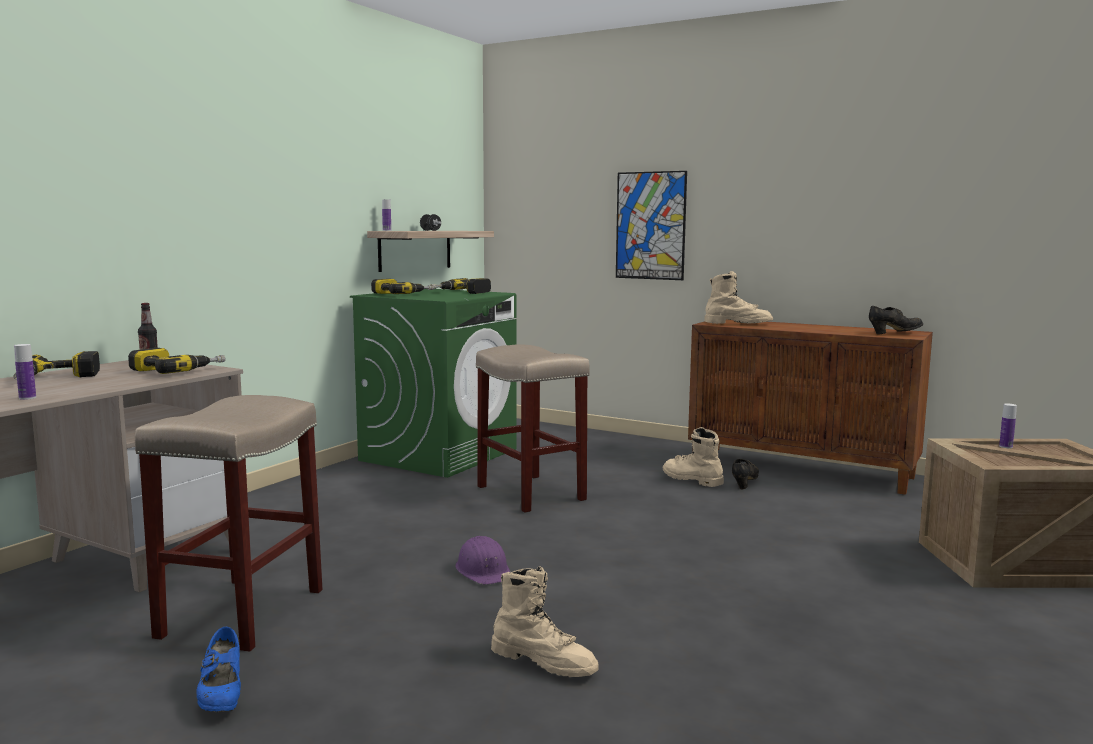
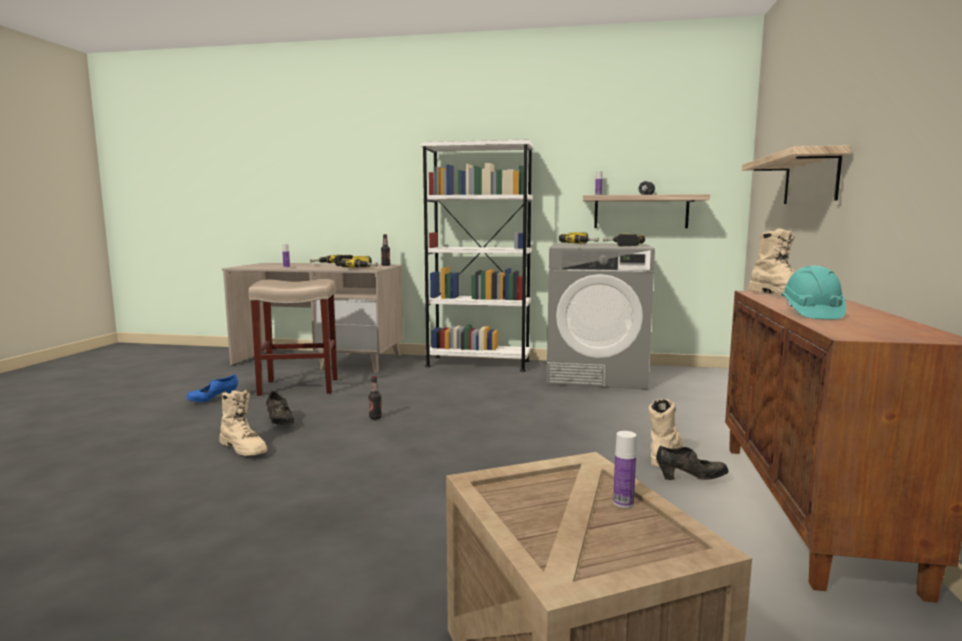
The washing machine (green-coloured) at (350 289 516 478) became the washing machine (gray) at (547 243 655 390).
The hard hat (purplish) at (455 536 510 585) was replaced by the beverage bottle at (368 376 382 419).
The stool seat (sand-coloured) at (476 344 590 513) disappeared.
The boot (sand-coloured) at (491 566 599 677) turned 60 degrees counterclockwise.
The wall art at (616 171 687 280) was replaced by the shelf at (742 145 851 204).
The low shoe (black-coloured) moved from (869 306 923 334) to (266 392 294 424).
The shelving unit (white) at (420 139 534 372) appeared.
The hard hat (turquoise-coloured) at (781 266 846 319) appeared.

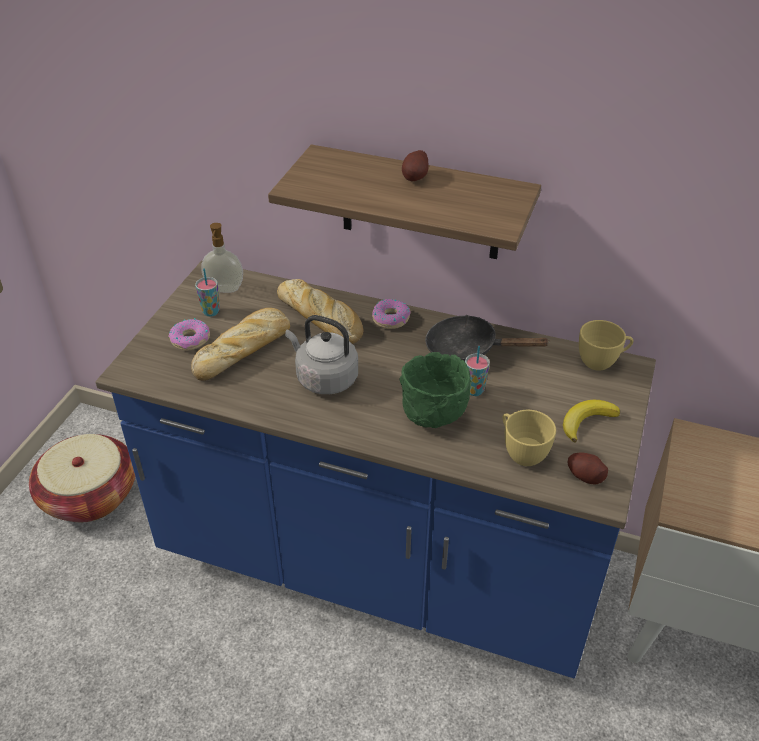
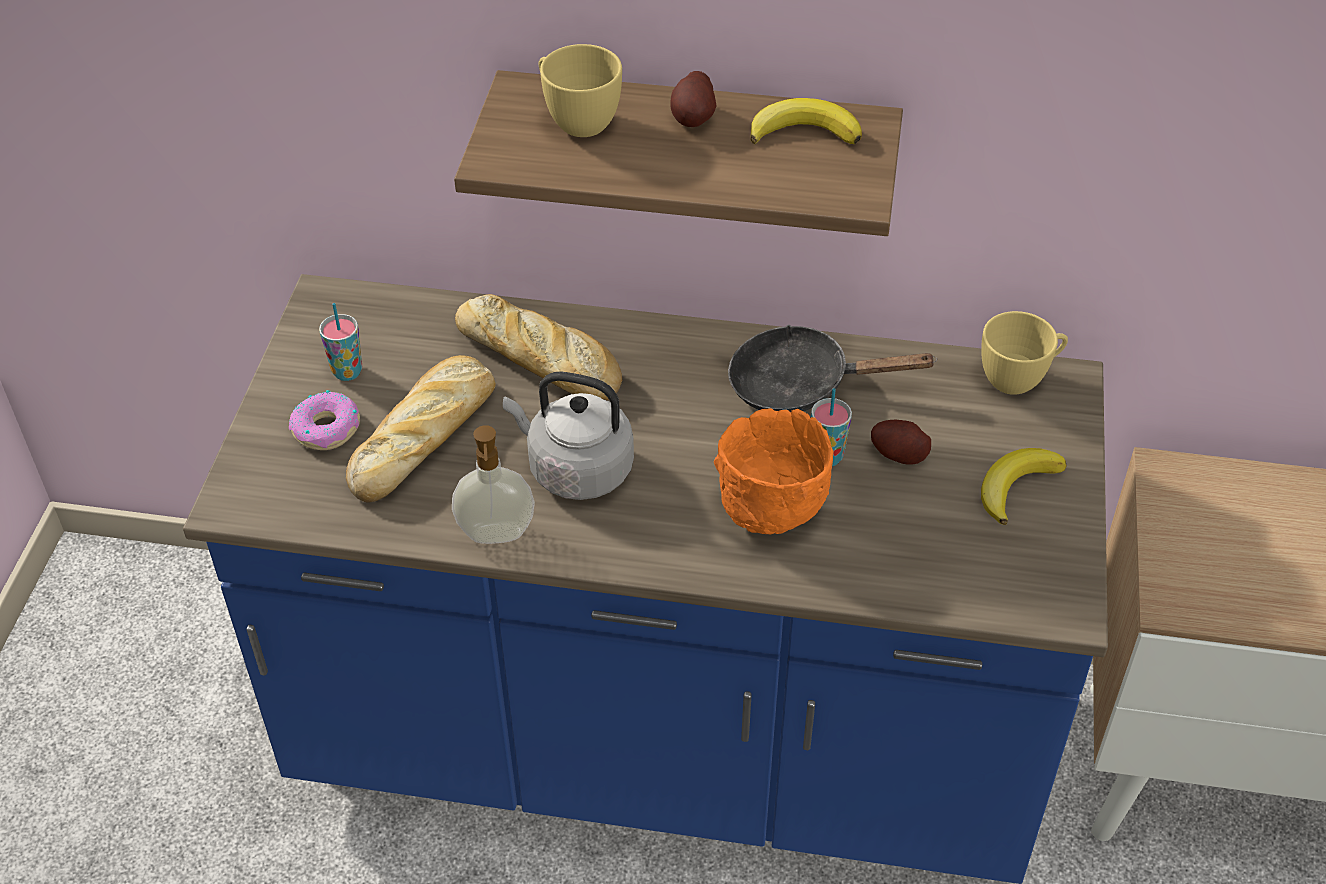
The household basket at (29 434 135 522) disappeared.
The soap bottle moved from (201 223 243 293) to (452 425 535 544).
The doughnut at (372 299 411 329) disappeared.
The serving bowl (green-coloured) at (399 352 471 428) became the serving bowl (orange-coloured) at (714 408 834 534).
The drinking cup (yellow) moved from (503 410 556 466) to (539 44 622 137).
The spud moved from (568 453 608 484) to (871 420 931 465).
The whole banana at (751 98 862 144) appeared.

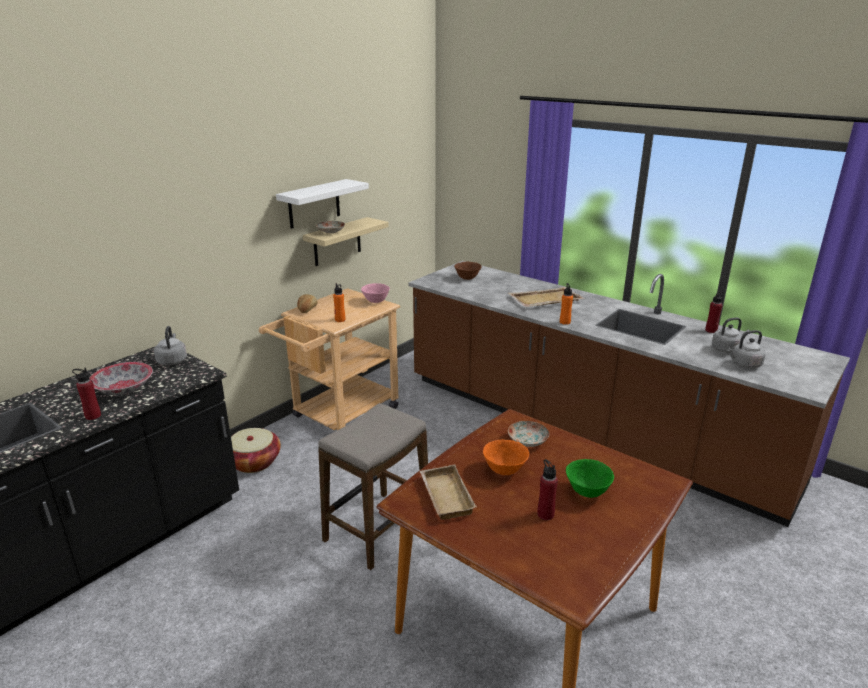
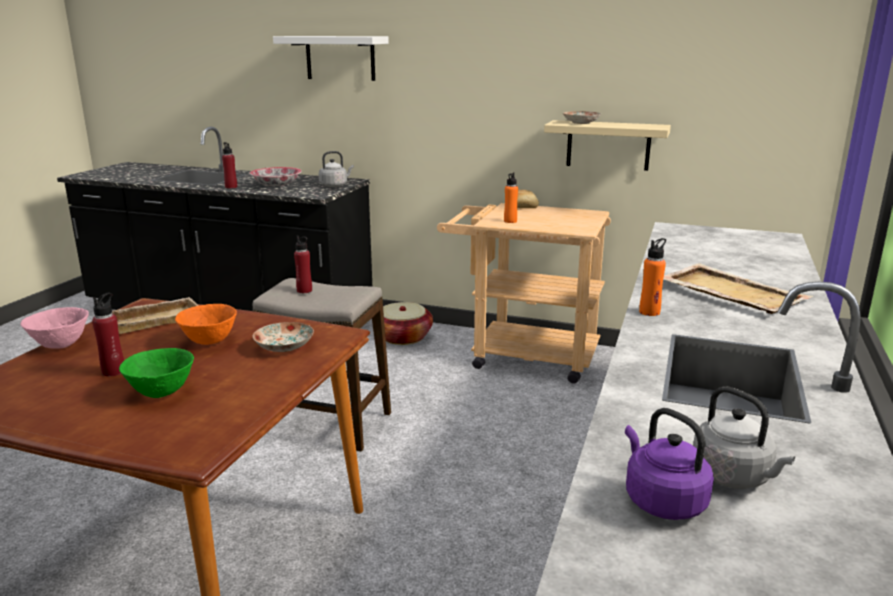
The shelf (white) moved from (276 179 369 229) to (273 36 389 81).
The serving bowl (pinkish) moved from (361 283 390 303) to (20 307 89 349).
The serving bowl (brown-coloured) at (454 262 482 280) disappeared.
The beverage bottle (red-coloured) moved from (705 291 723 333) to (294 236 312 293).
The water kettle (gray) at (727 330 766 368) became the water kettle (purplish) at (625 408 714 520).

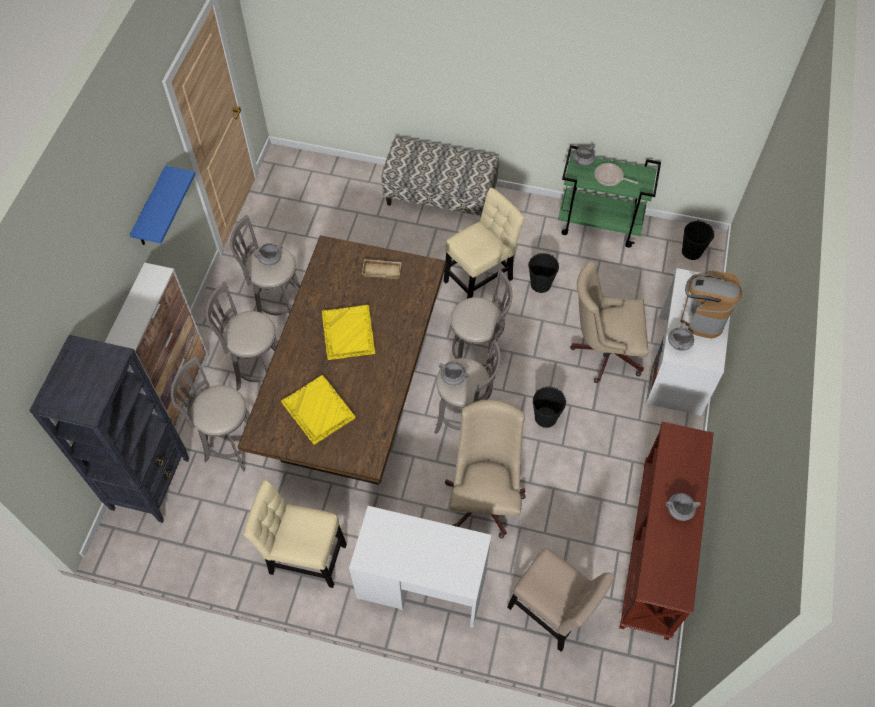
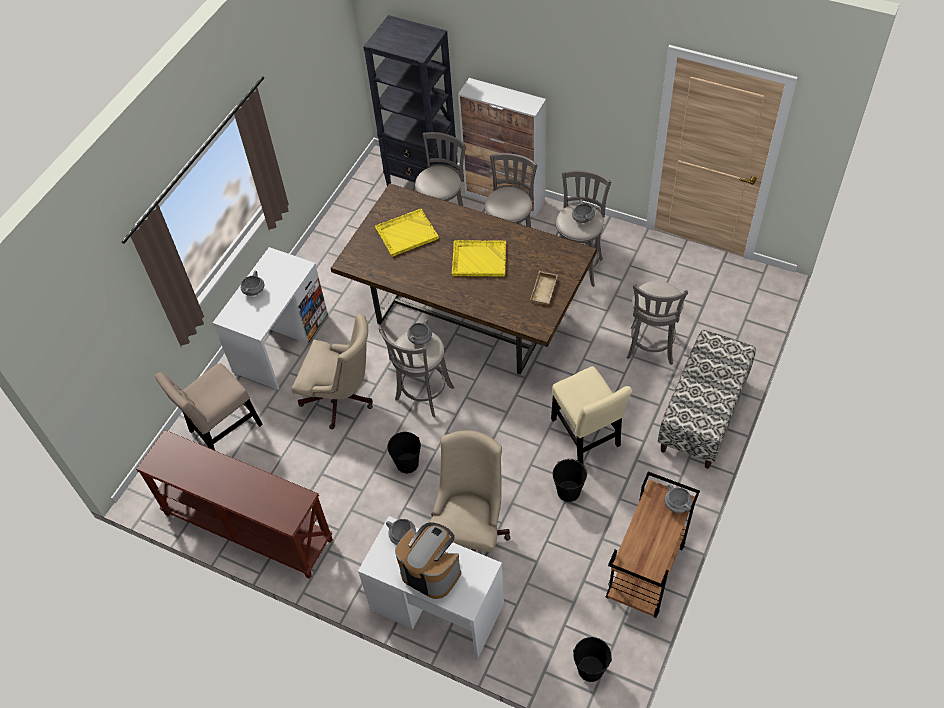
The shelf (blue) at (130 166 195 245) disappeared.
The upright chair (sand-coloured) at (244 480 347 588) disappeared.
The stool seat (gray) moved from (450 270 513 379) to (626 281 688 365).
The wheeled cart (green-coloured) at (558 145 661 248) became the wheeled cart (brown-coloured) at (606 472 700 618).
The frying pan at (595 163 638 186) disappeared.
The saucepot (gray) moved from (666 493 701 521) to (241 271 264 296).

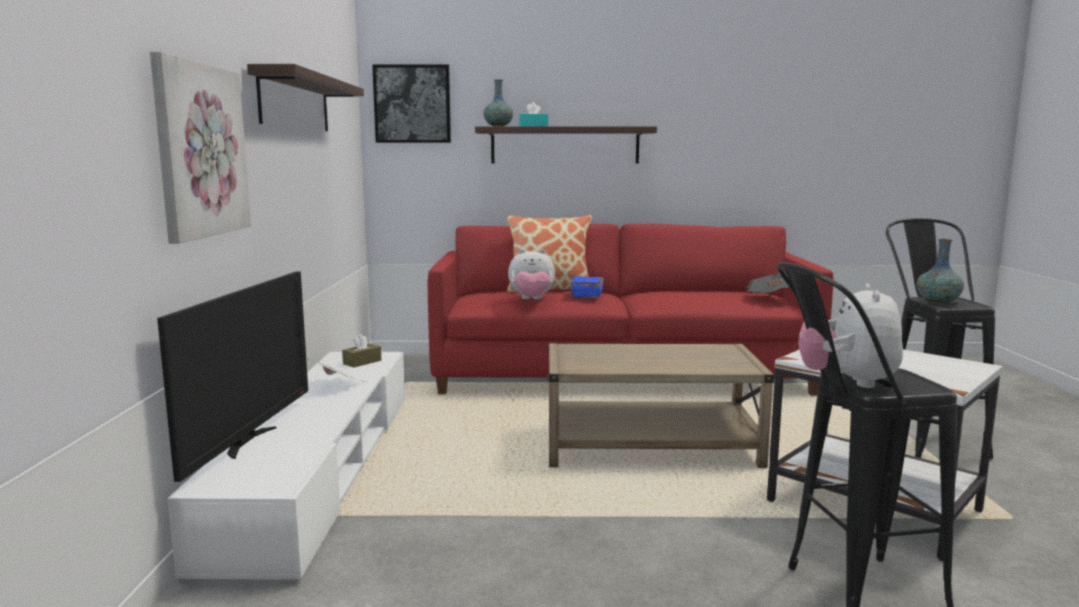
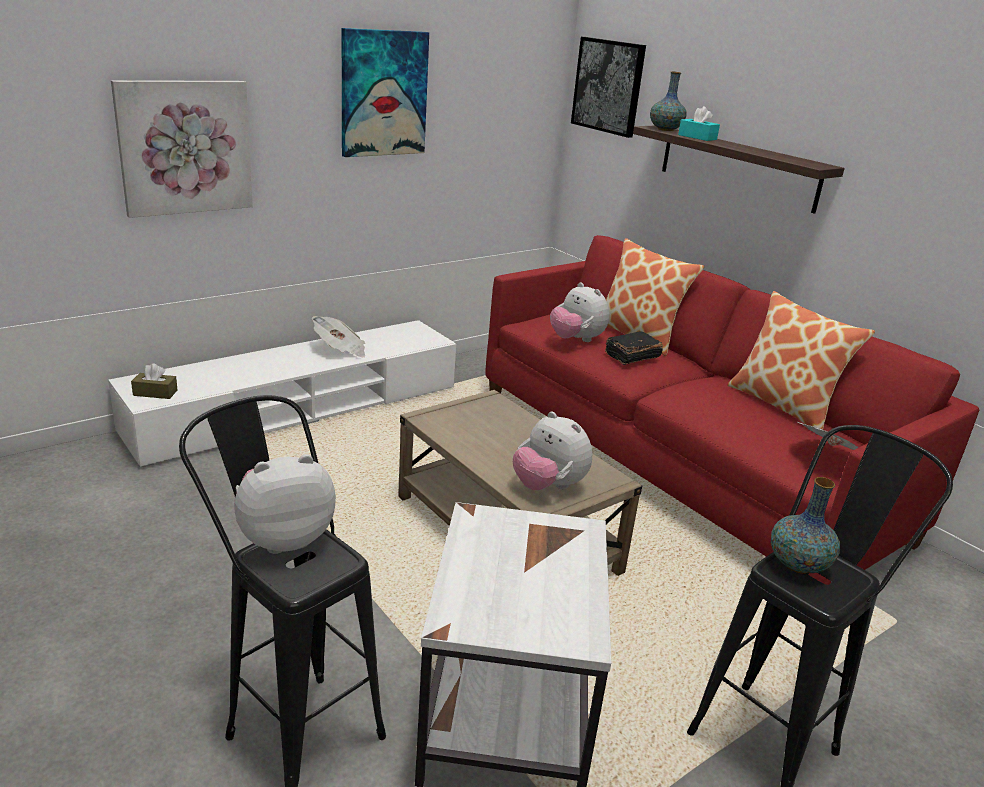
The television at (157 271 308 482) disappeared.
The shelf at (247 64 364 131) was replaced by the wall art at (342 28 429 157).
The box of tissues (brown-coloured) moved from (342 334 381 367) to (131 363 178 399).
The book (blue) at (570 276 604 298) became the book (black-coloured) at (605 331 663 365).
The plush toy at (513 411 593 490) appeared.
The pillow at (727 291 875 430) appeared.

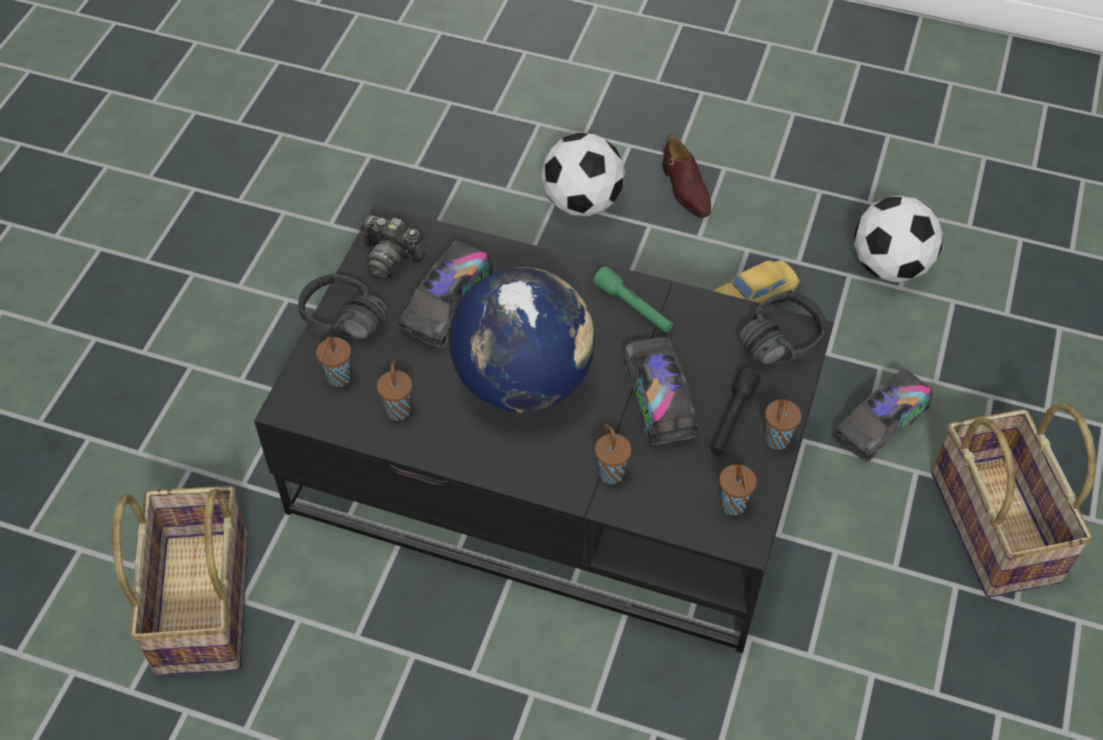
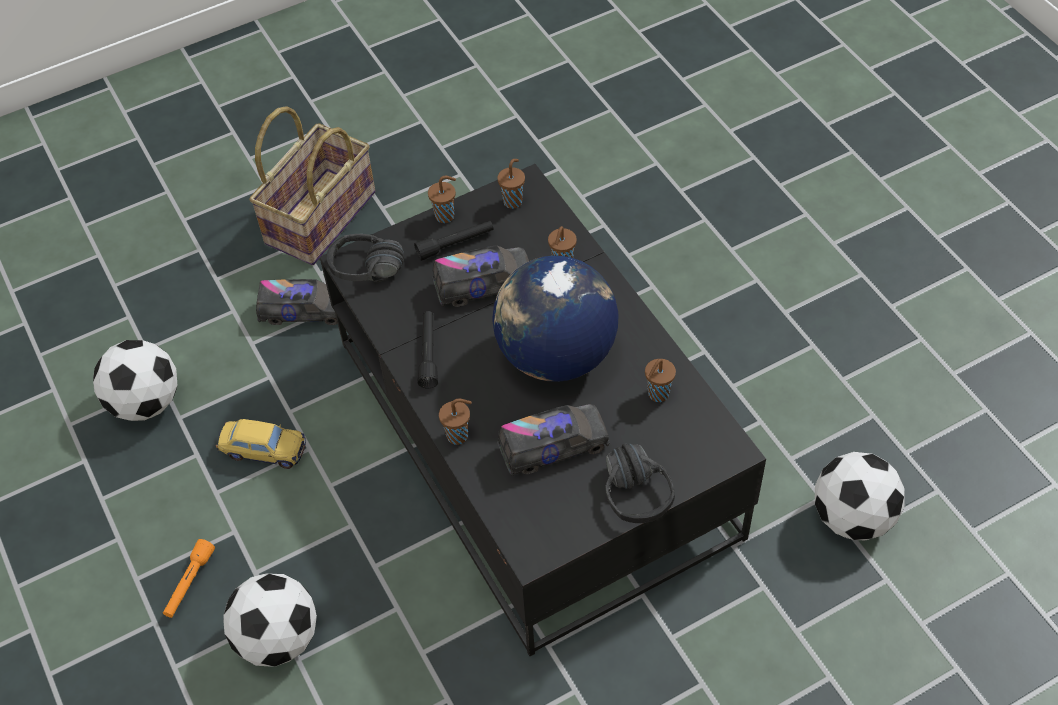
The household basket at (112 486 248 676) was replaced by the football at (815 452 905 541).
The drinking cup (brown-coloured) moved from (316 337 351 387) to (439 399 472 445).
The photo camera at (360 215 425 280) disappeared.
The torch (green-coloured) at (593 266 673 333) became the torch (black-coloured) at (417 311 438 388).
The toy truck at (623 337 699 446) turned 135 degrees counterclockwise.
The low shoe (brown-coloured) at (662 136 711 218) was replaced by the torch (orange-coloured) at (163 539 215 618).

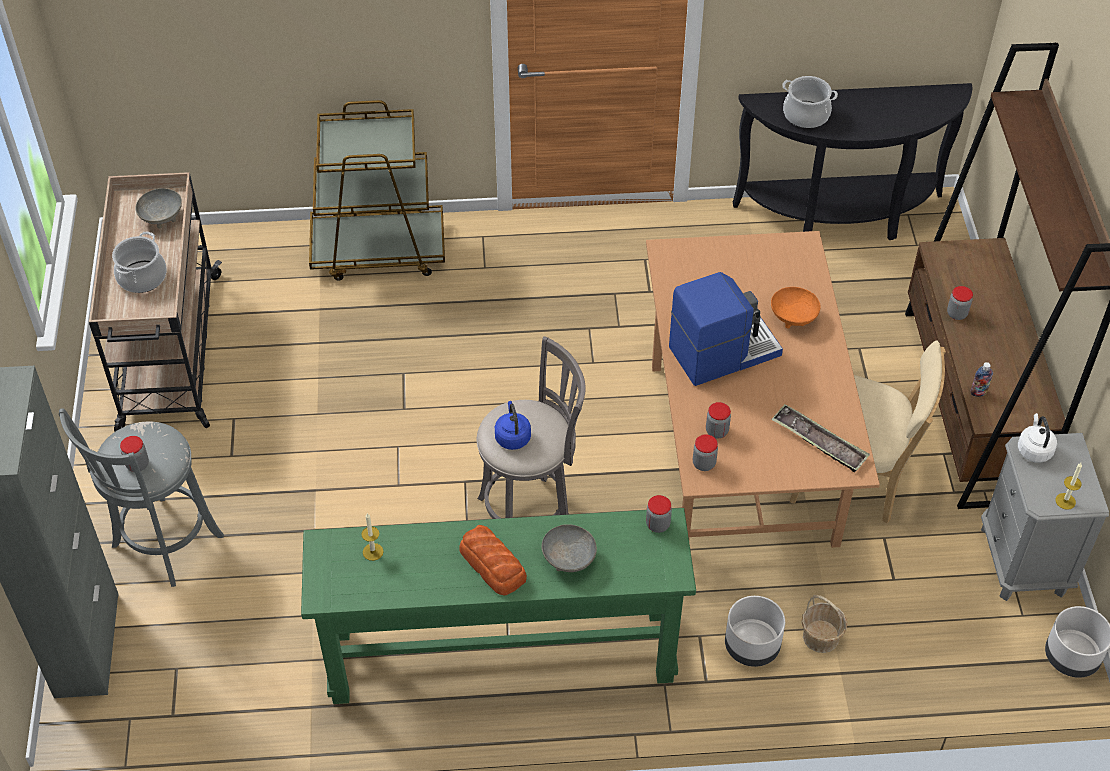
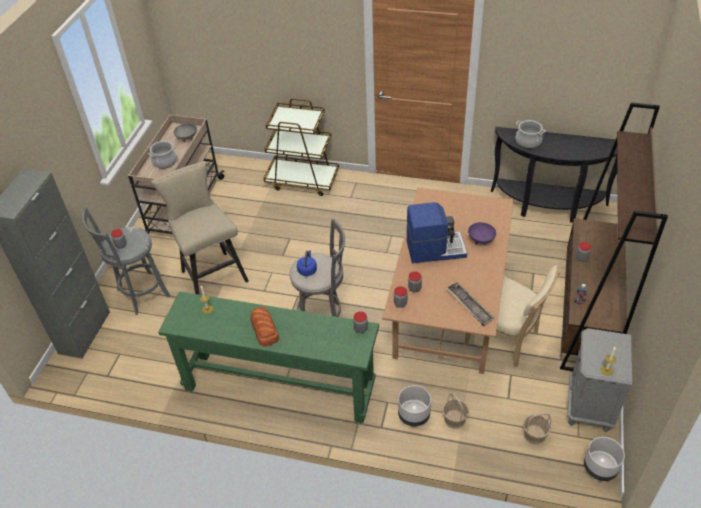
The serving bowl (gray) at (542 524 597 572) disappeared.
The serving bowl (orange-coloured) at (771 287 820 328) became the serving bowl (purplish) at (468 222 496 245).
The water kettle (white) at (1018 413 1057 463) disappeared.
The stool seat (sand-coloured) at (151 161 249 295) appeared.
The household basket at (523 413 551 445) appeared.

